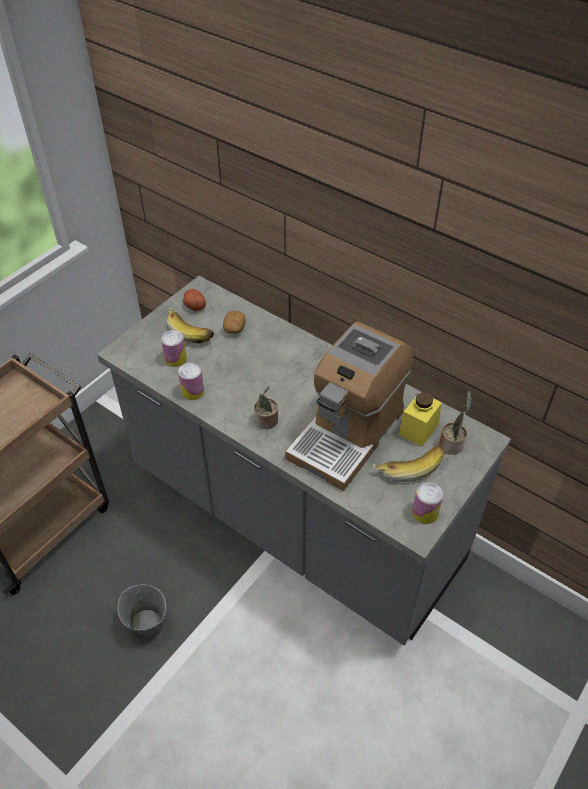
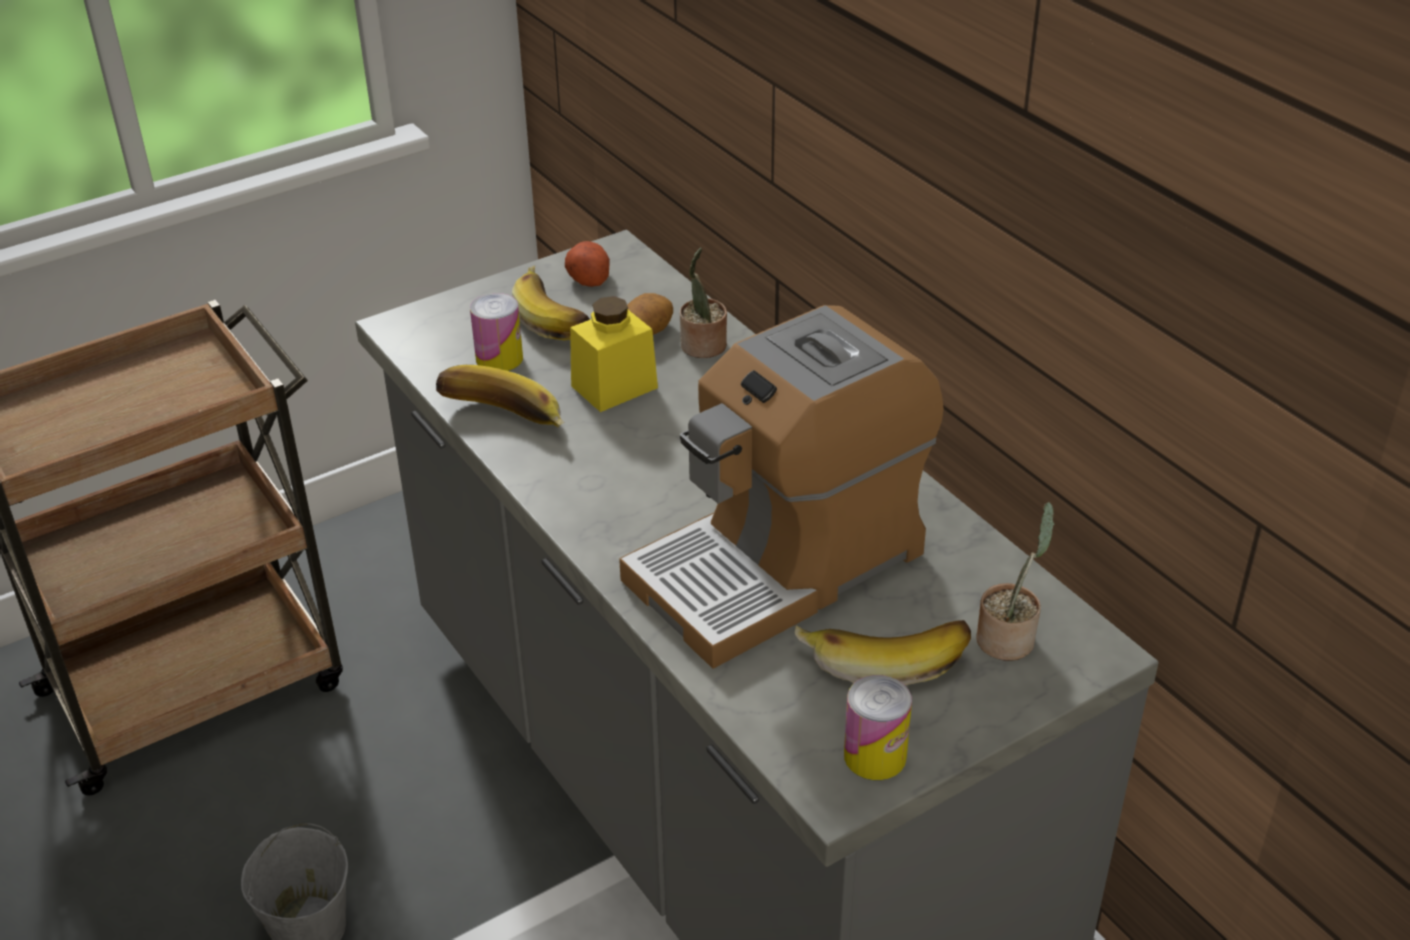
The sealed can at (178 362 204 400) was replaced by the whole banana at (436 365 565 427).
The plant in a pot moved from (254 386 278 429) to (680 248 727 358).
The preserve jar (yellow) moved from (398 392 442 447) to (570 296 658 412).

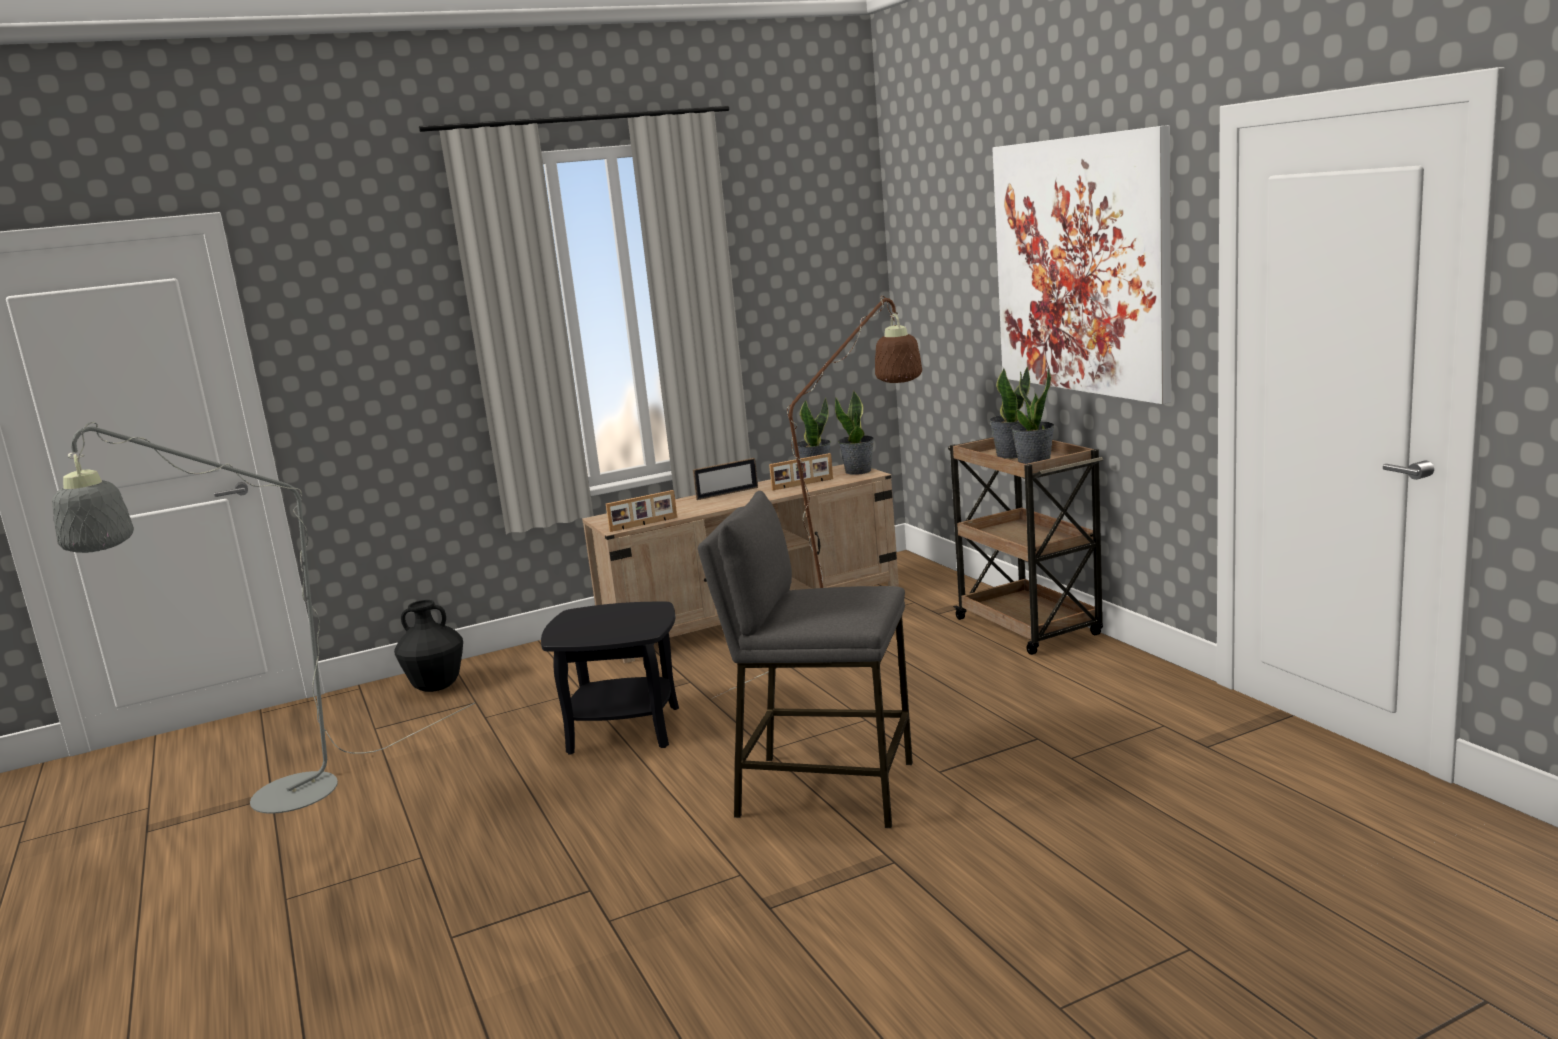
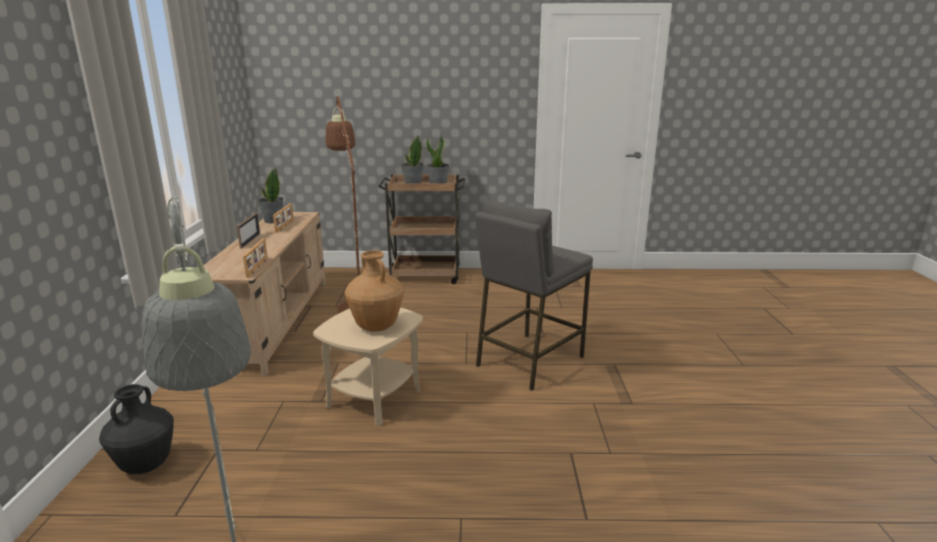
The end table (black-coloured) at (541 602 679 755) became the end table (sand-coloured) at (313 307 423 426).
The plant in a pot at (835 390 874 475) disappeared.
The wall art at (992 125 1171 404) disappeared.
The flower vase (brown-coloured) at (345 250 404 332) appeared.

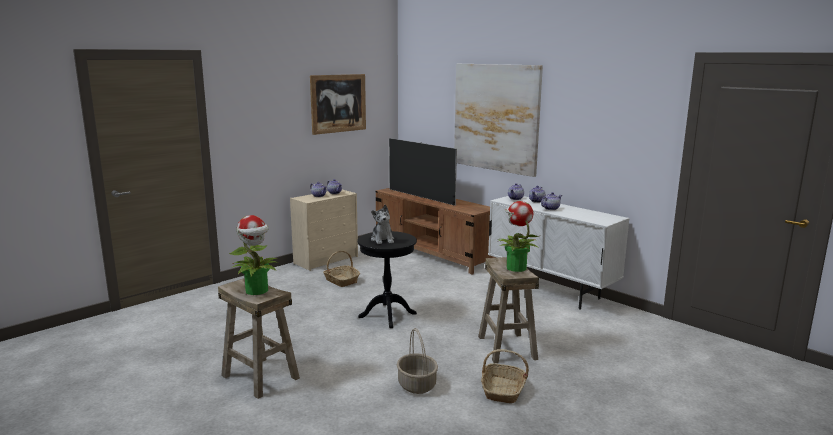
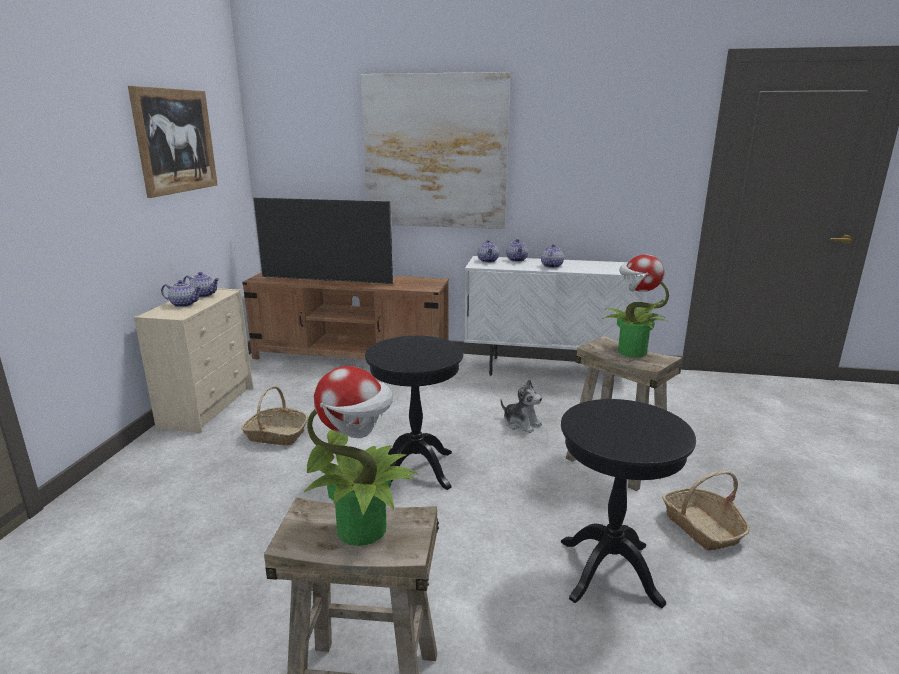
The plush toy moved from (371 205 394 244) to (501 379 542 433).
The household basket at (397 328 438 394) was replaced by the end table (black-coloured) at (561 399 696 608).

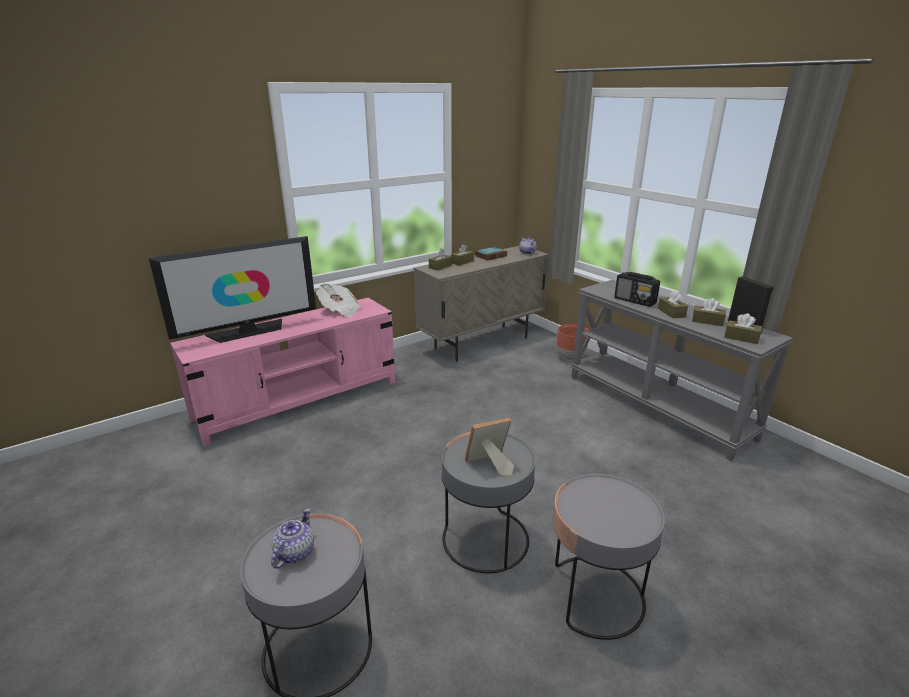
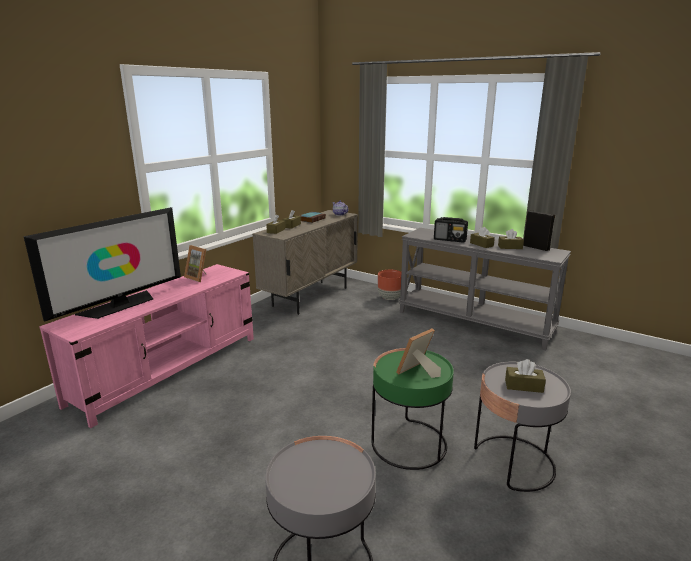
The tea pot at (271 508 314 569) disappeared.
The daily paper at (316 283 361 317) was replaced by the standing frame at (184 245 206 282).
The end table (gray) at (442 432 535 574) became the end table (green-coloured) at (372 348 454 470).
The box of tissues (brown-coloured) moved from (724 313 762 344) to (505 359 546 393).

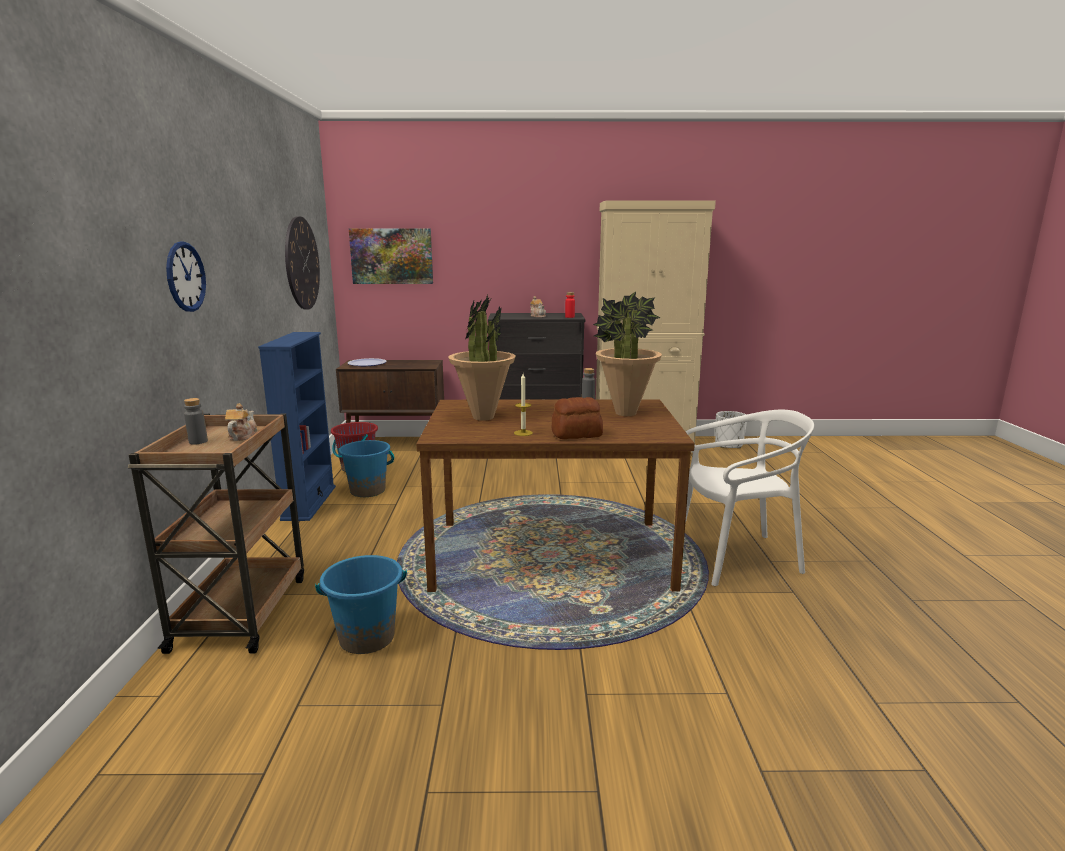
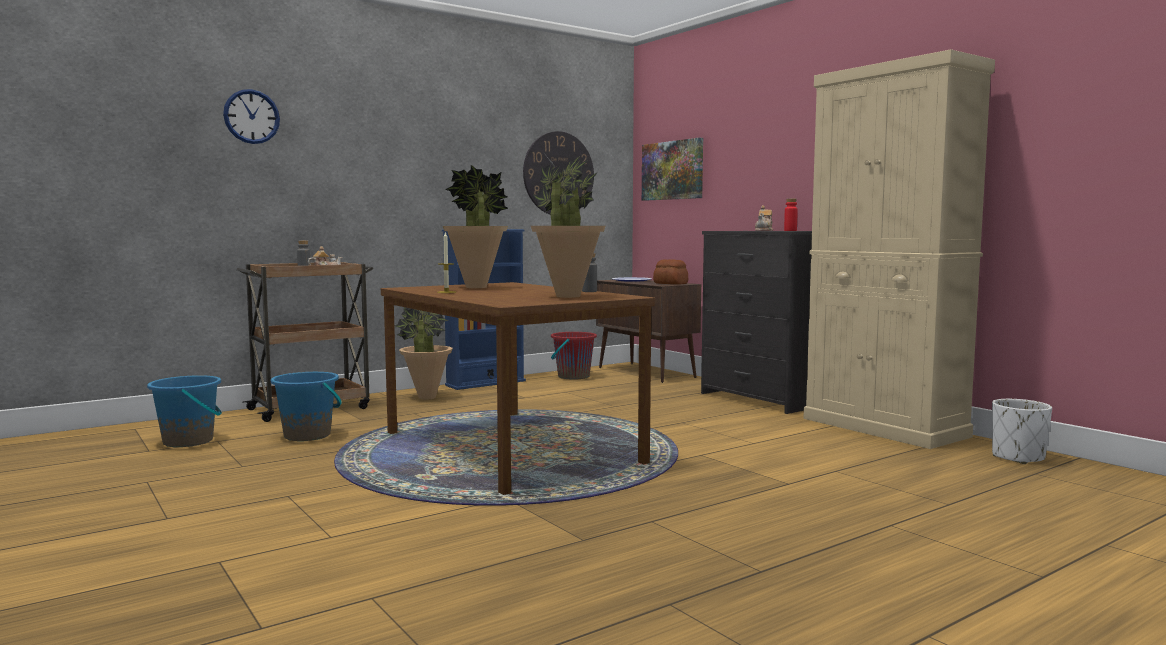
The wall clock moved from (166 241 206 312) to (223 89 280 144).
The pail (blue) moved from (337 440 394 497) to (147 375 222 447).
The baked bread moved from (552 397 603 439) to (653 259 688 285).
The upright chair (white) at (685 410 814 586) disappeared.
The plant in a pot at (395 307 452 400) appeared.

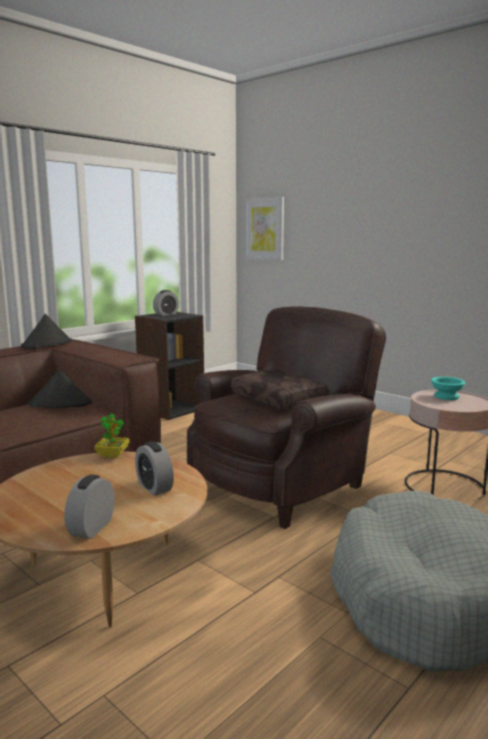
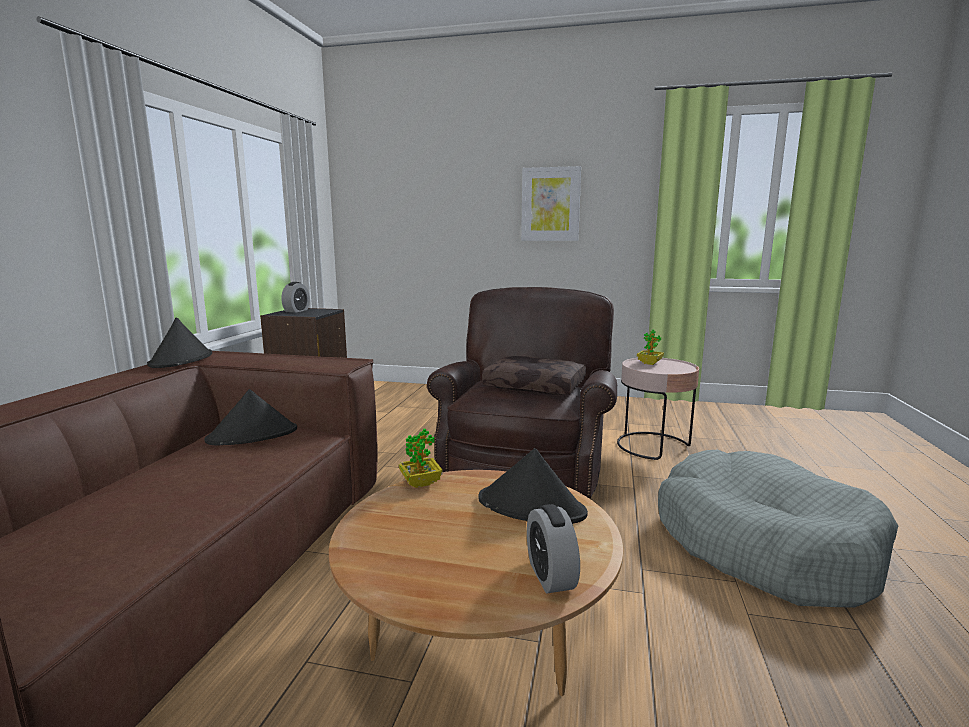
The alarm clock at (135 441 174 496) was replaced by the hat (black-coloured) at (478 448 588 524).
The wall art moved from (245 197 284 260) to (521 166 581 241).
The serving bowl (turquoise-coloured) at (431 377 465 400) was replaced by the plant in a pot at (637 330 664 365).

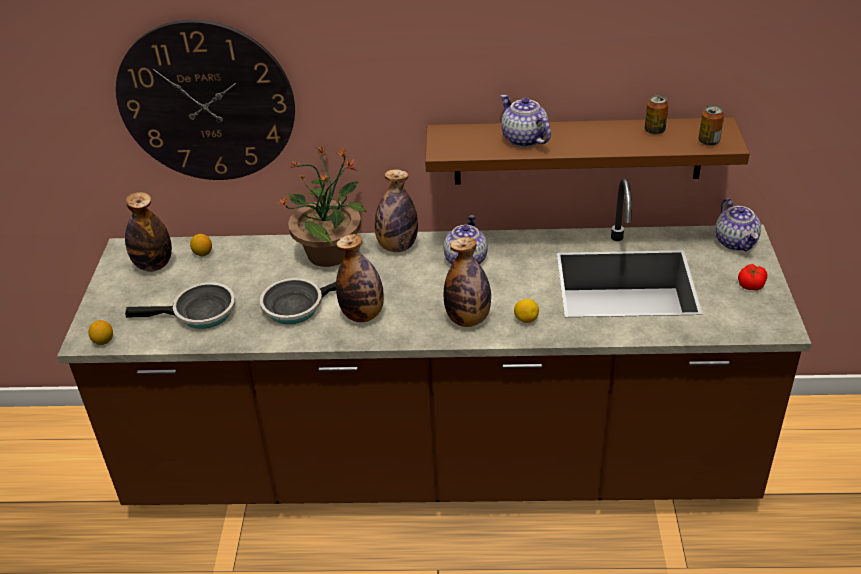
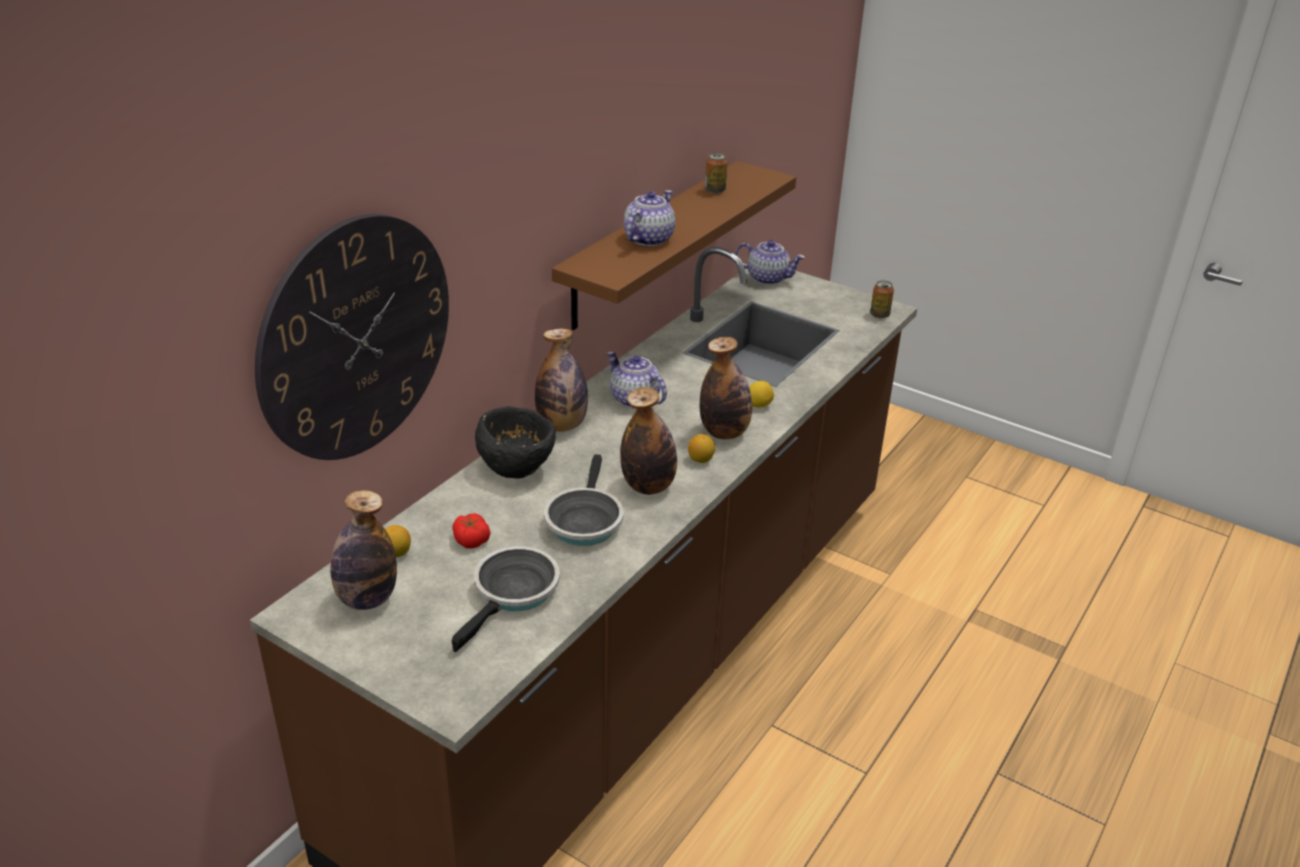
The whole lemon moved from (88 320 113 345) to (688 434 715 463).
The plant in a pot at (277 146 367 267) was replaced by the serving bowl (black-coloured) at (475 406 556 479).
The tea pot at (501 95 551 147) turned 120 degrees clockwise.
The sealed can moved from (698 105 724 146) to (870 280 894 319).
The whole tomato moved from (738 264 767 290) to (452 513 491 548).

